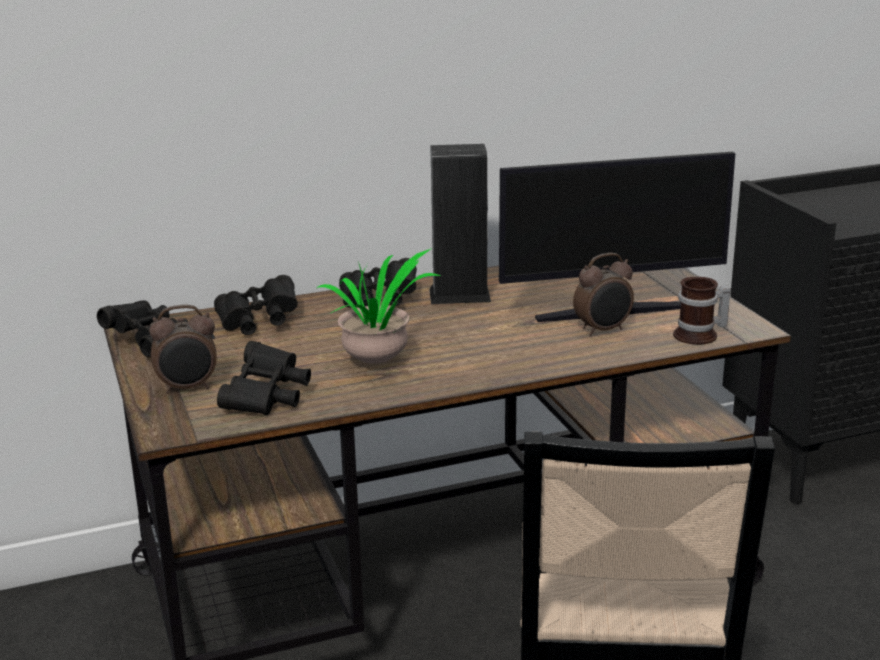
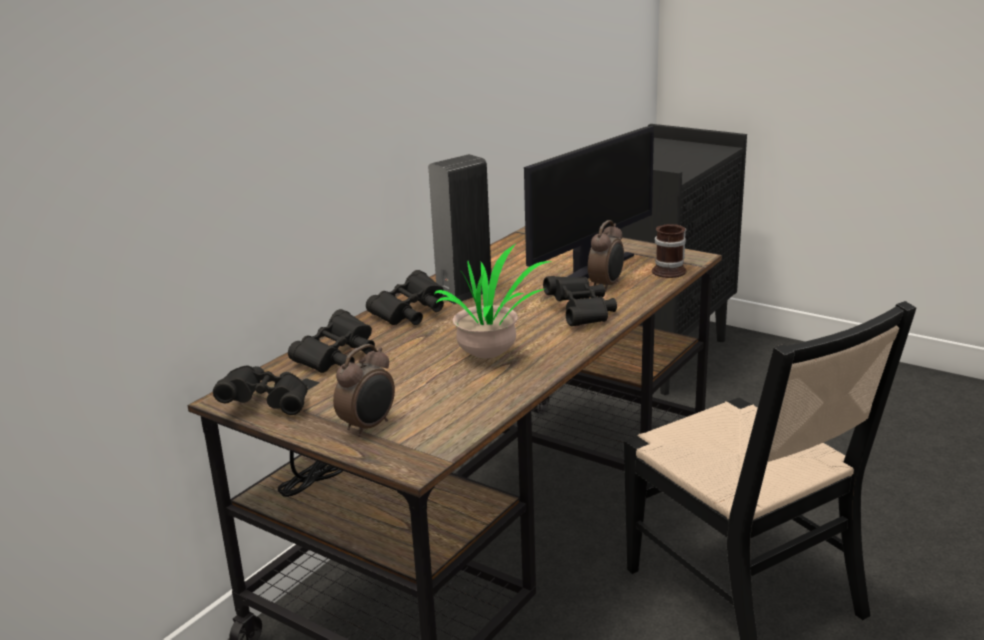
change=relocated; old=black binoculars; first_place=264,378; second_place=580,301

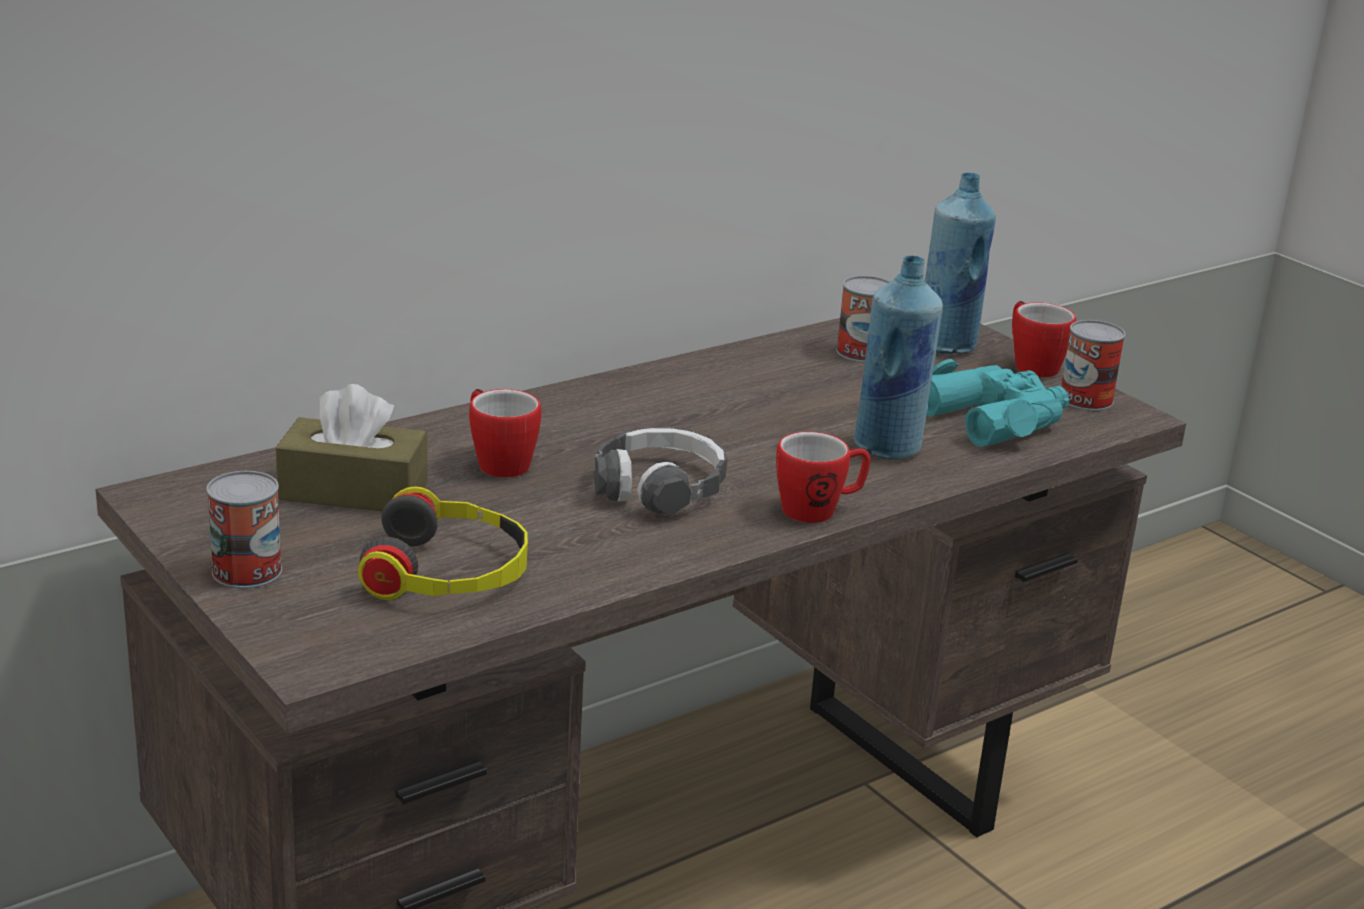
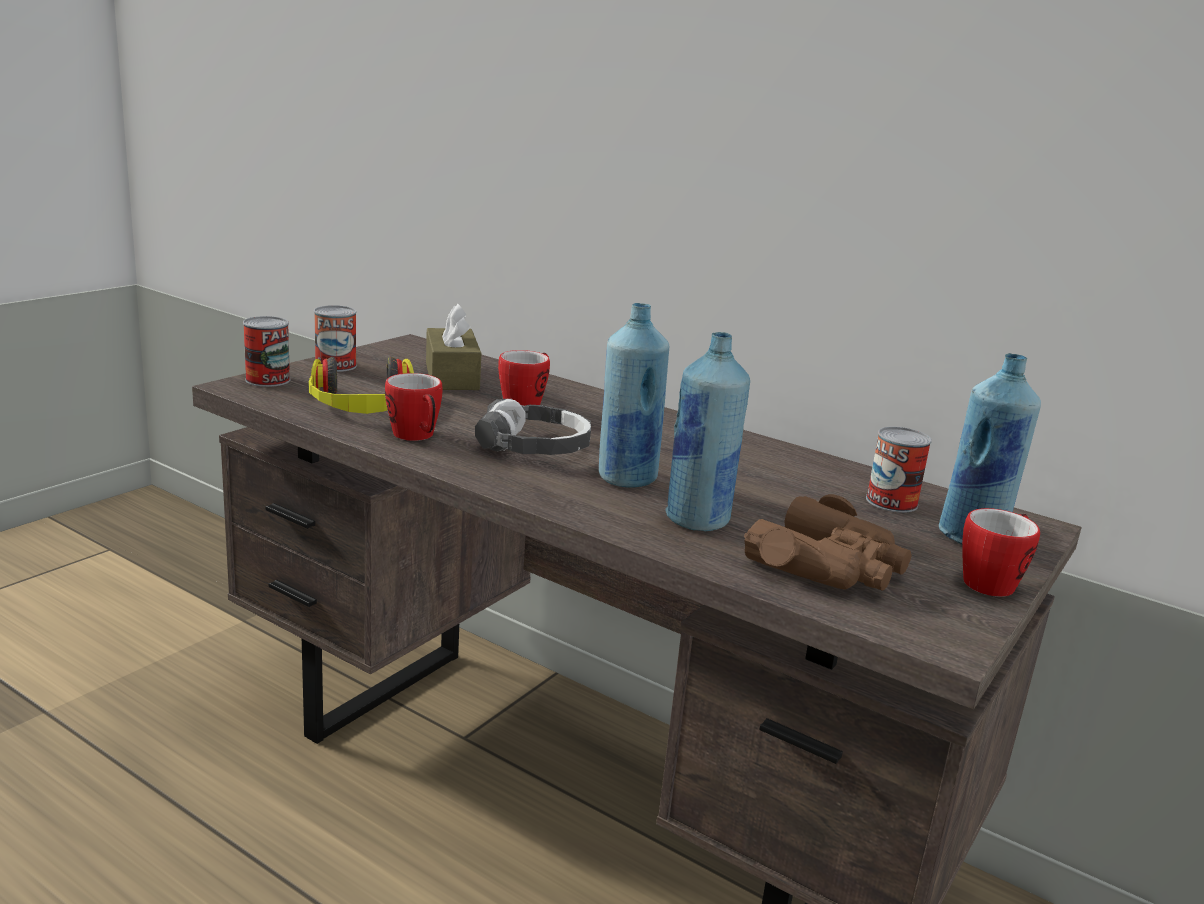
change=relocated; old=mug; first_place=823,477; second_place=413,407
change=colour; old=turquoise binoculars; new=brown binoculars; first_place=998,403; second_place=828,542
change=relocated; old=can; first_place=1093,365; second_place=266,351
change=appeared; new=blue bottle; second_place=634,395

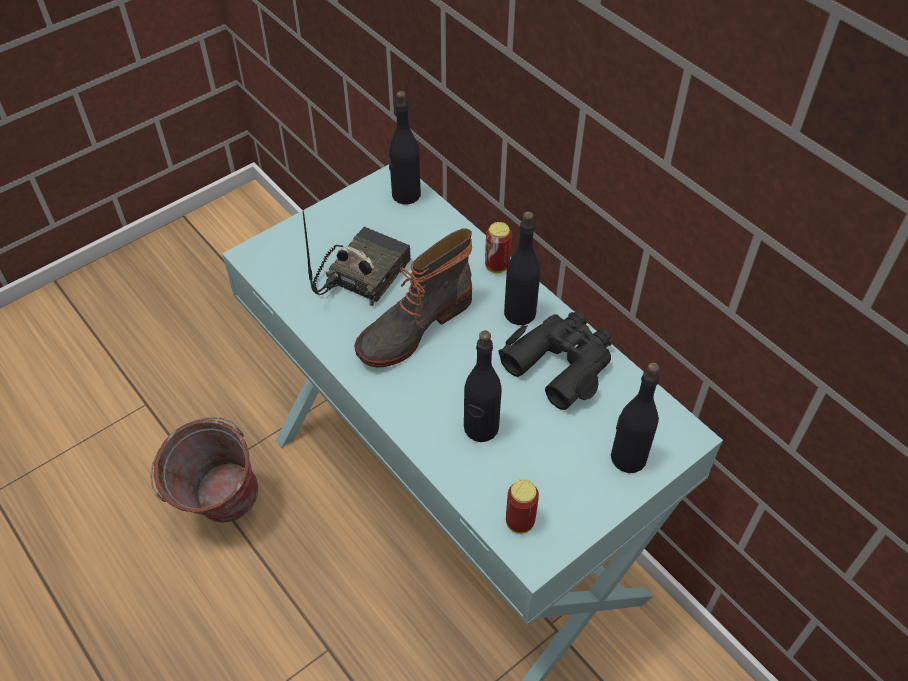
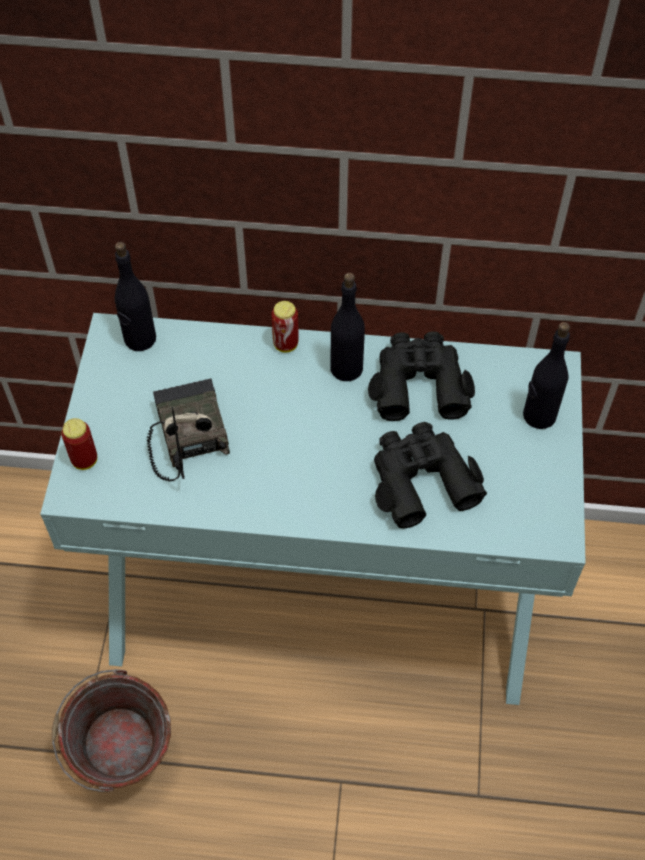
change=missing; old=boot; first_place=413,297
change=exchanged; old=black bottle; new=black binoculars; first_place=483,386; second_place=430,475
change=relocated; old=can; first_place=522,506; second_place=79,444

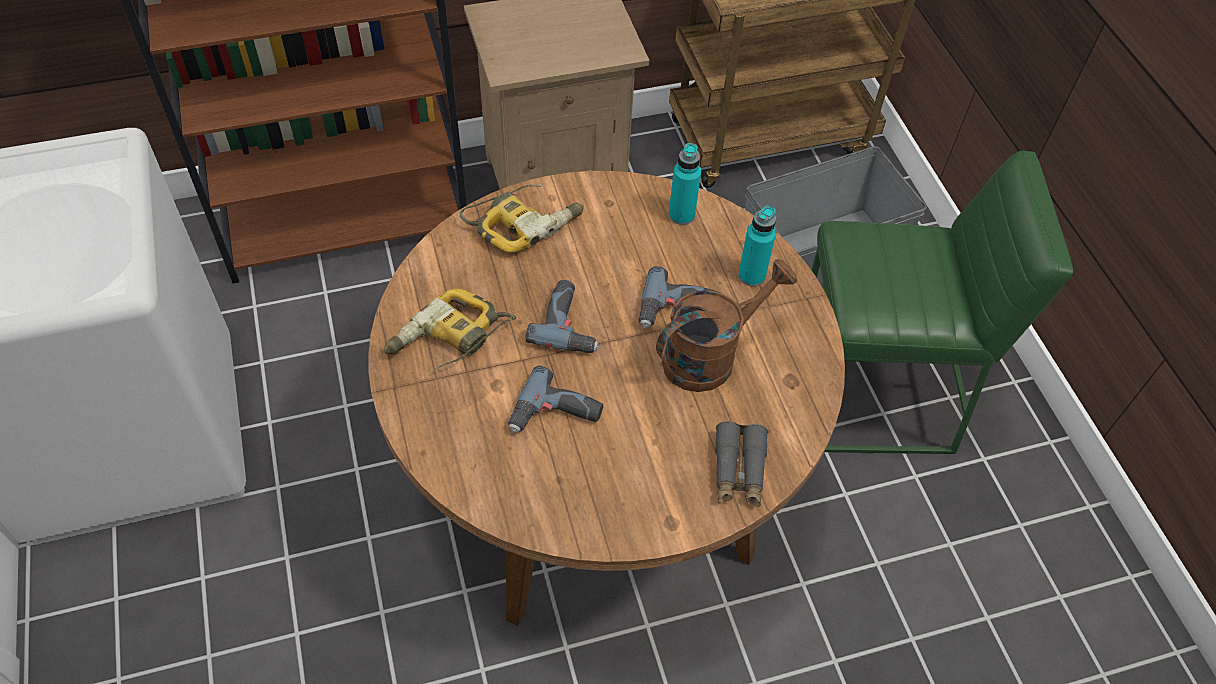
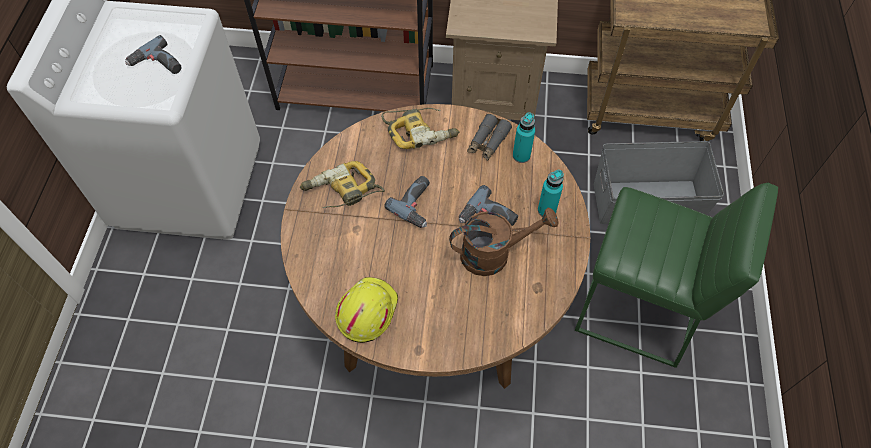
change=relocated; old=power drill; first_place=555,399; second_place=153,54
change=relocated; old=grey binoculars; first_place=741,464; second_place=489,137
change=appeared; new=yellow hard hat; second_place=366,310

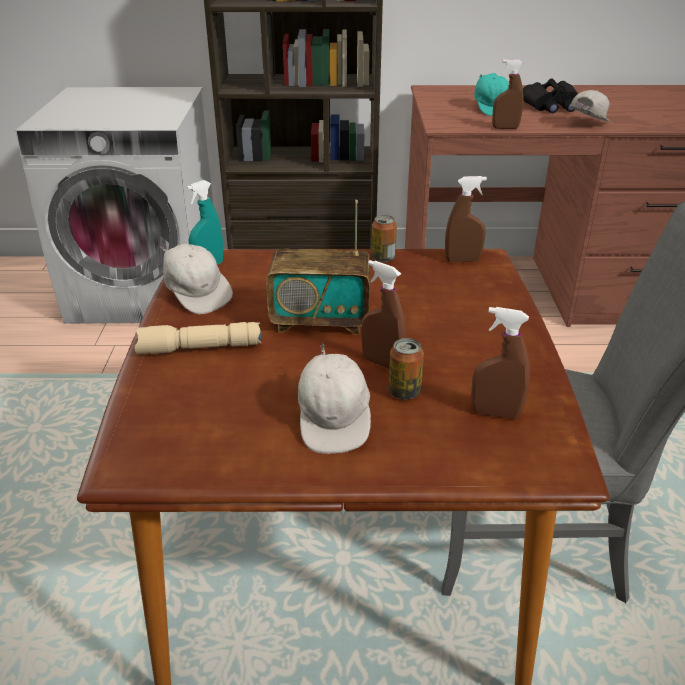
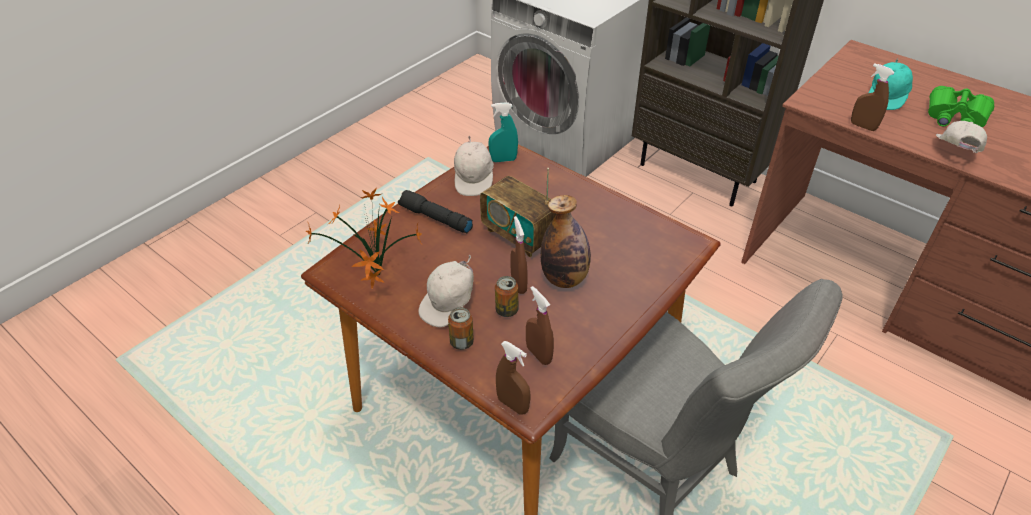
change=colour; old=beige flashlight; new=black flashlight; first_place=198,338; second_place=435,212
change=relocated; old=can; first_place=384,238; second_place=461,328
change=relocated; old=brown spray bottle; first_place=466,219; second_place=513,378
change=colour; old=black binoculars; new=green binoculars; first_place=550,96; second_place=961,106
change=spun; old=white cap; first_place=590,106; second_place=961,137; degrees=-60
change=appeared; new=potted plant; second_place=364,238
change=appeared; new=bottle; second_place=566,241

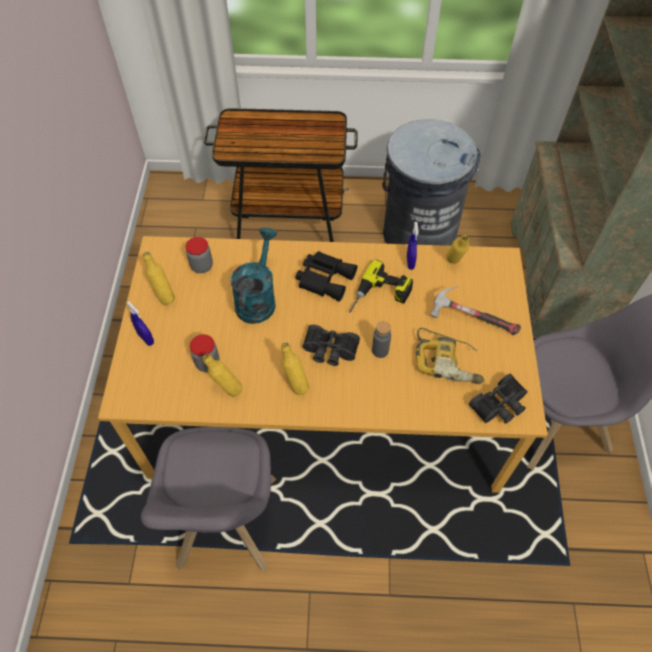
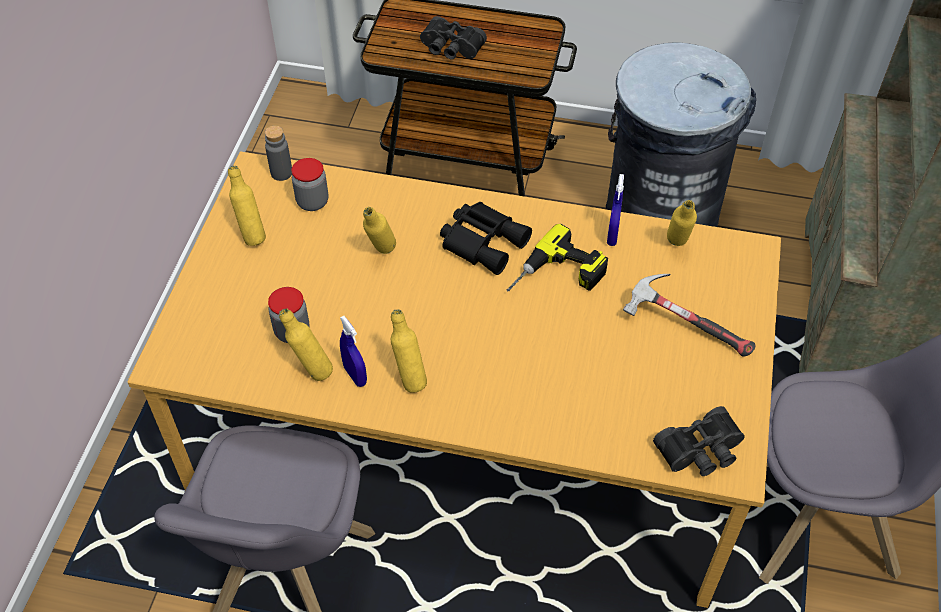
change=relocated; old=blue spray bottle; first_place=140,323; second_place=353,351
change=exchanged; old=turquoise watering can; new=yellow bottle; first_place=254,275; second_place=379,230
change=relocated; old=black binoculars; first_place=331,345; second_place=453,38
change=relocated; old=grey bottle; first_place=381,339; second_place=278,153
change=missing; old=power drill; first_place=450,356

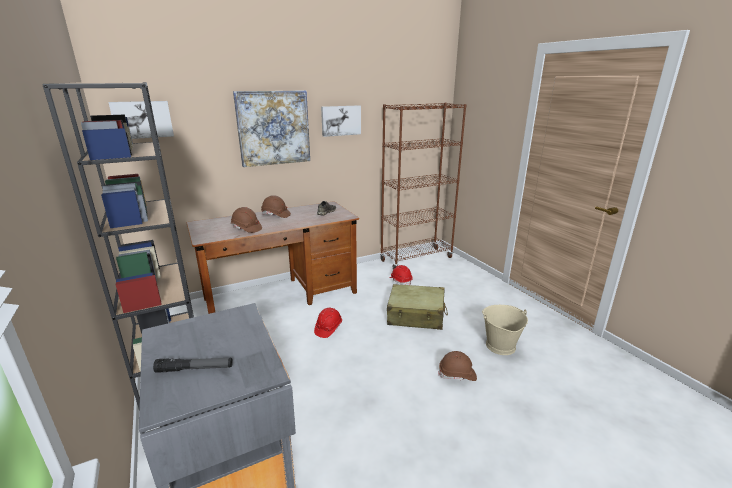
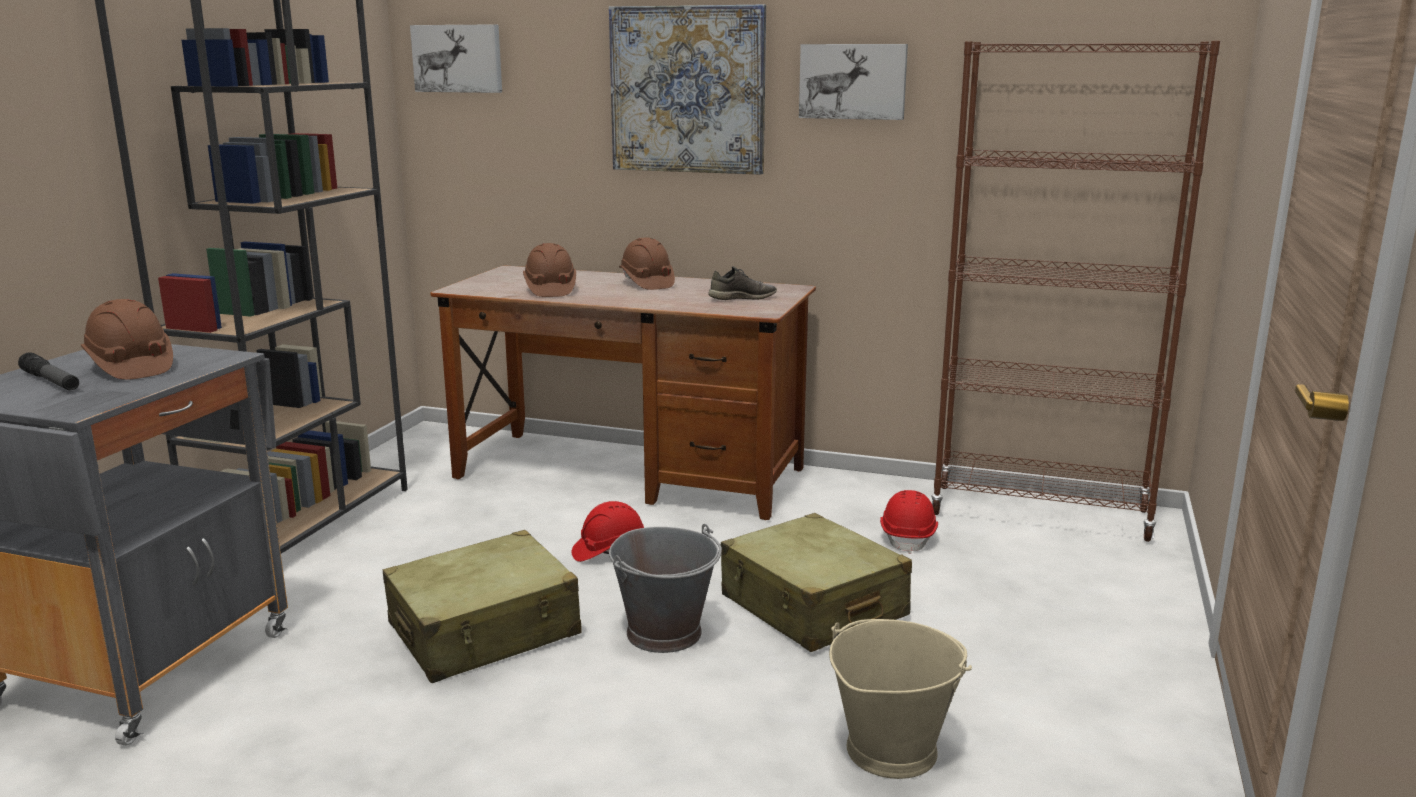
change=relocated; old=brown hard hat; first_place=457,366; second_place=127,339
change=appeared; new=beige suitcase; second_place=481,606
change=appeared; new=grey bucket; second_place=665,588

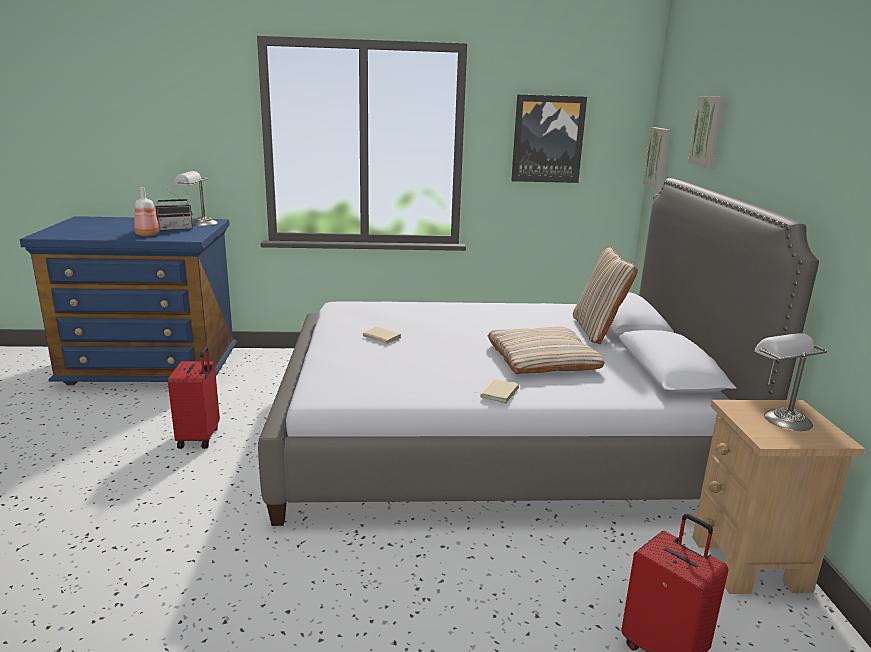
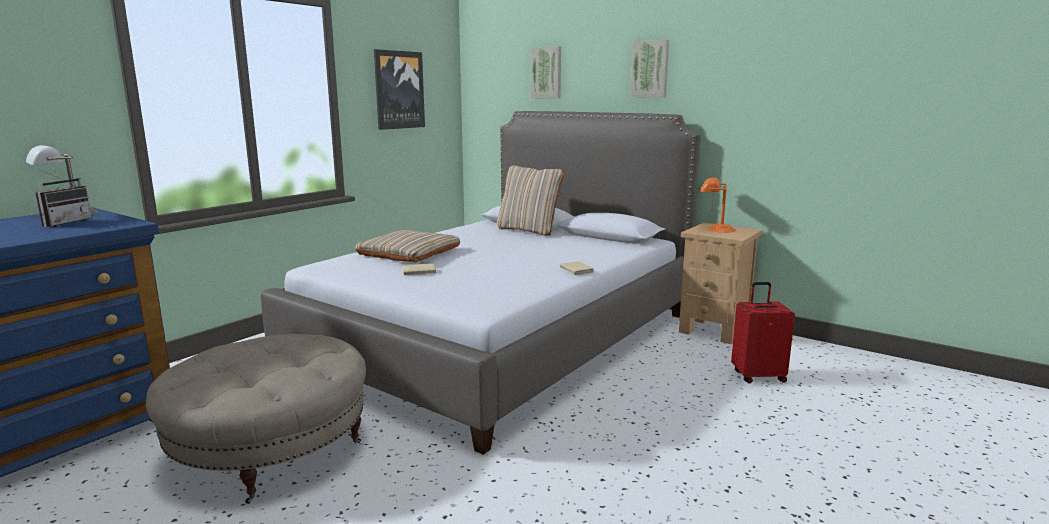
change=missing; old=bottle; first_place=147,211
change=exchanged; old=red suitcase; new=beige ottoman; first_place=194,397; second_place=256,419
change=relocated; old=beige pillow; first_place=546,350; second_place=407,246
change=relocated; old=picture; first_place=656,158; second_place=649,69
change=colour; old=white table lamp; new=orange table lamp; first_place=790,382; second_place=718,205

